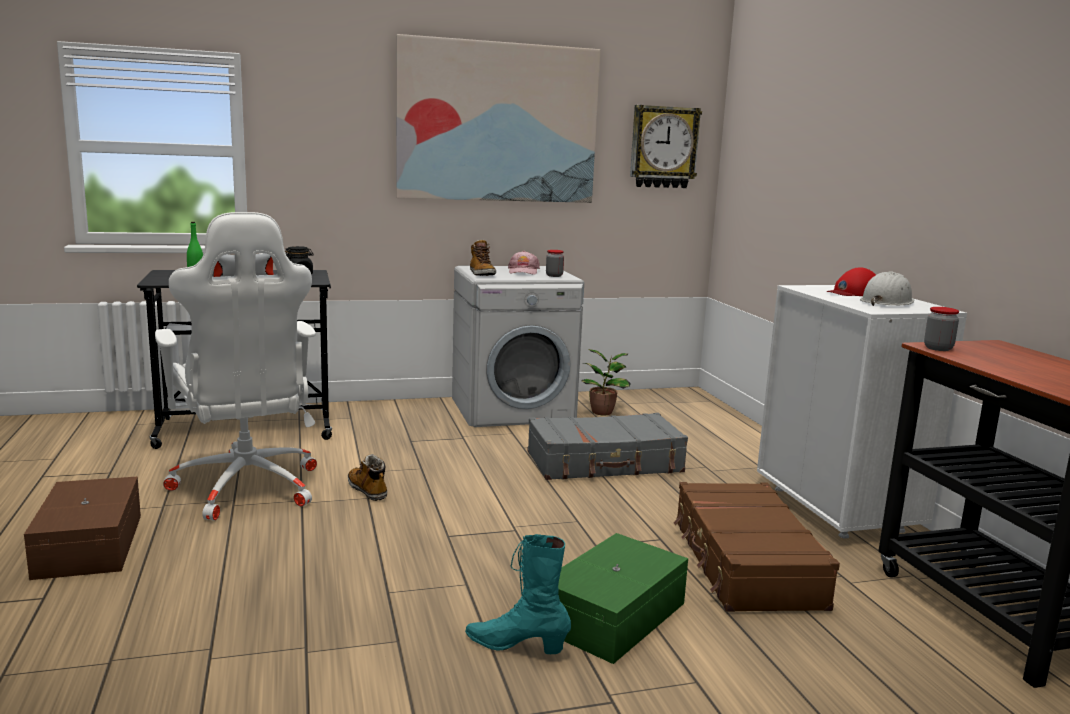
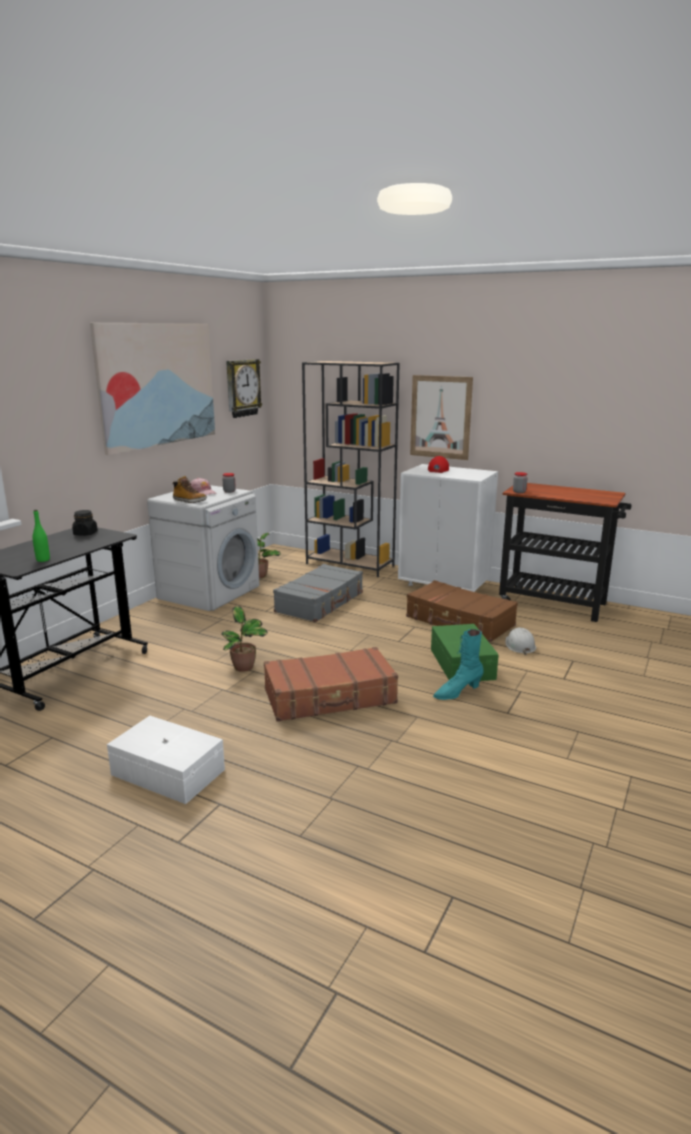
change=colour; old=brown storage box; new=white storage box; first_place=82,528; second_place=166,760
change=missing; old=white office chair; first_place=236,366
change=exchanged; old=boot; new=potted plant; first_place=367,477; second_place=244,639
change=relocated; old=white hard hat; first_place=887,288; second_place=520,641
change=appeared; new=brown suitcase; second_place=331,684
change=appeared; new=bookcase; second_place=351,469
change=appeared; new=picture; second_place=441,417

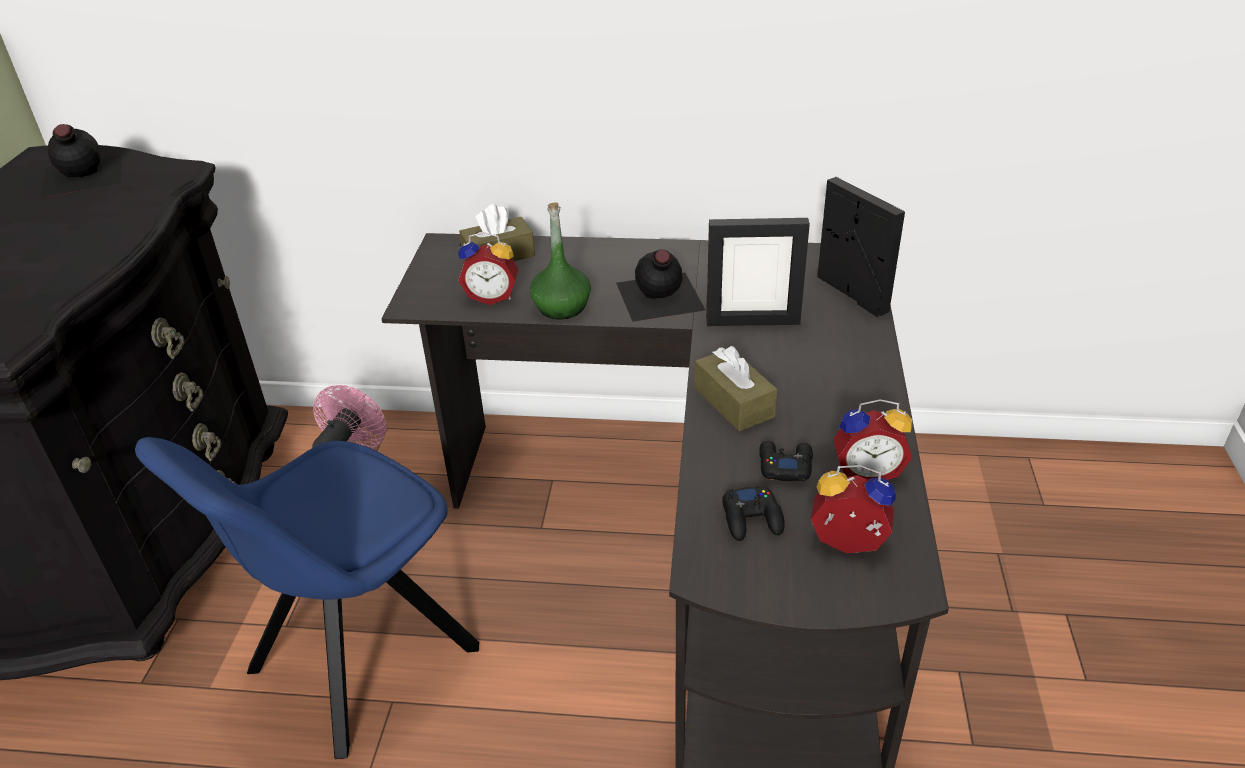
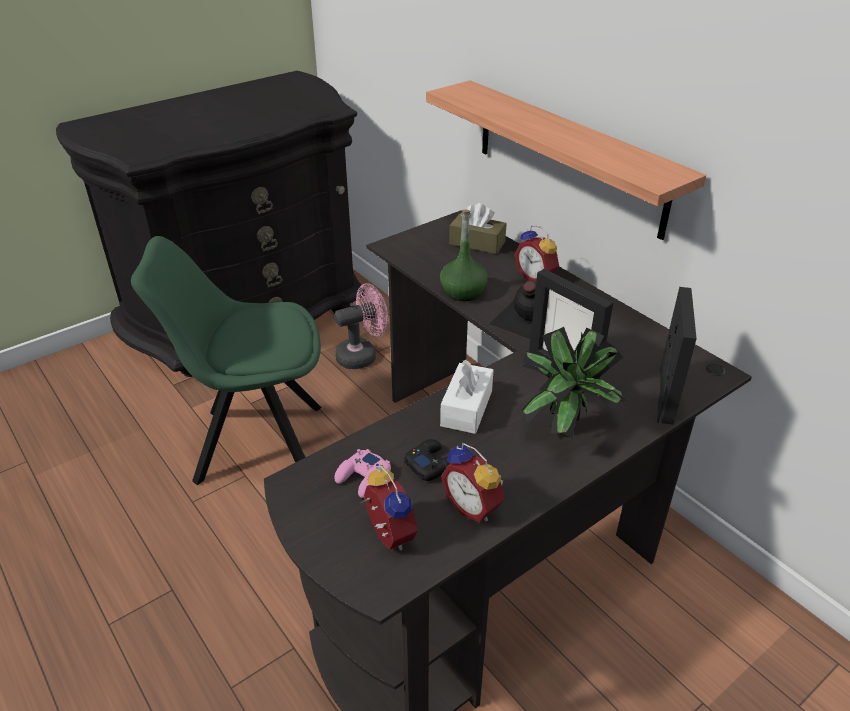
change=missing; old=black bottle; first_place=81,161
change=colour; old=blue chair; new=green chair; first_place=307,598; second_place=226,360
change=relocated; old=alarm clock; first_place=488,268; second_place=536,253
change=colour; old=brown tissue box; new=white tissue box; first_place=736,388; second_place=466,397
change=colour; old=black game controller; new=pink game controller; first_place=754,513; second_place=362,473
change=appeared; new=shelf; second_place=566,160
change=appeared; new=potted plant; second_place=574,382

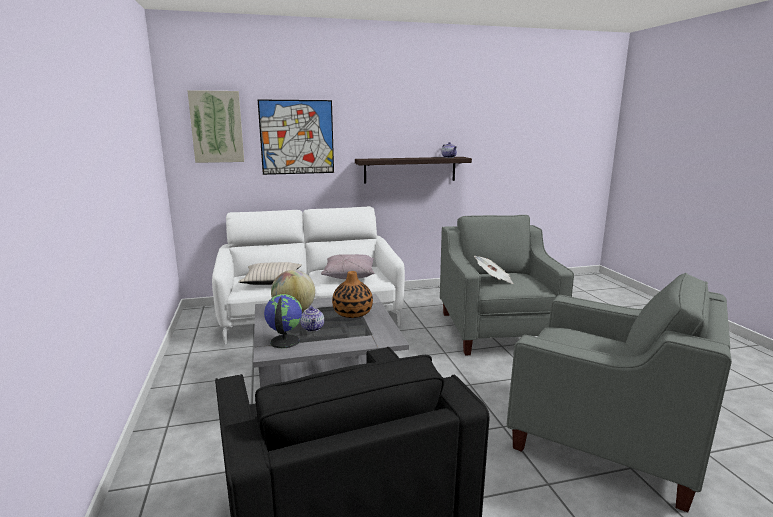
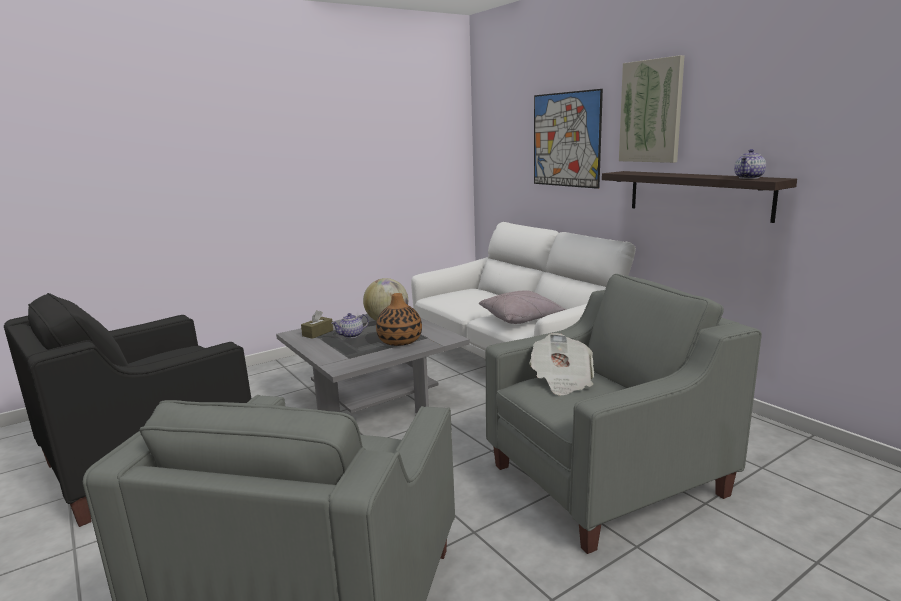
change=relocated; old=picture; first_place=215,126; second_place=652,109
change=missing; old=beige pillow; first_place=270,273
change=exchanged; old=globe; new=brown tissue box; first_place=283,321; second_place=317,324

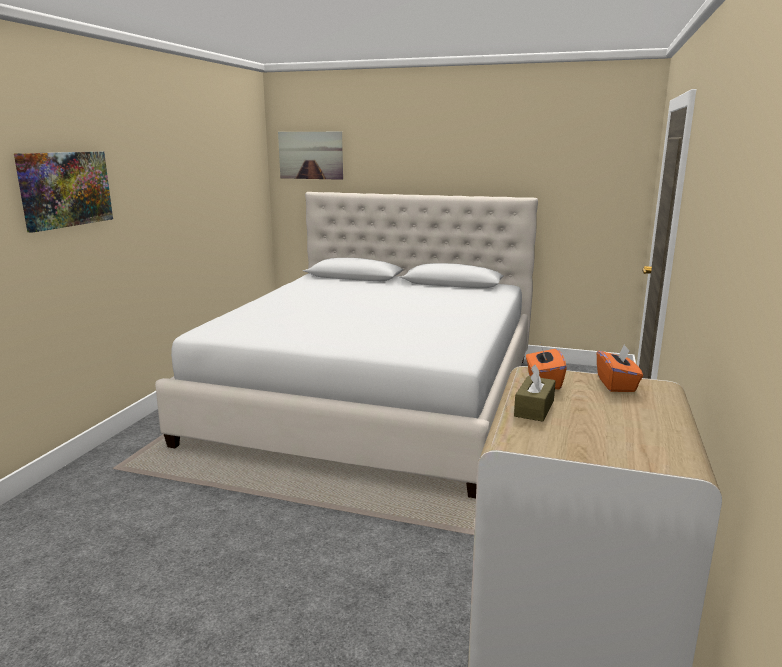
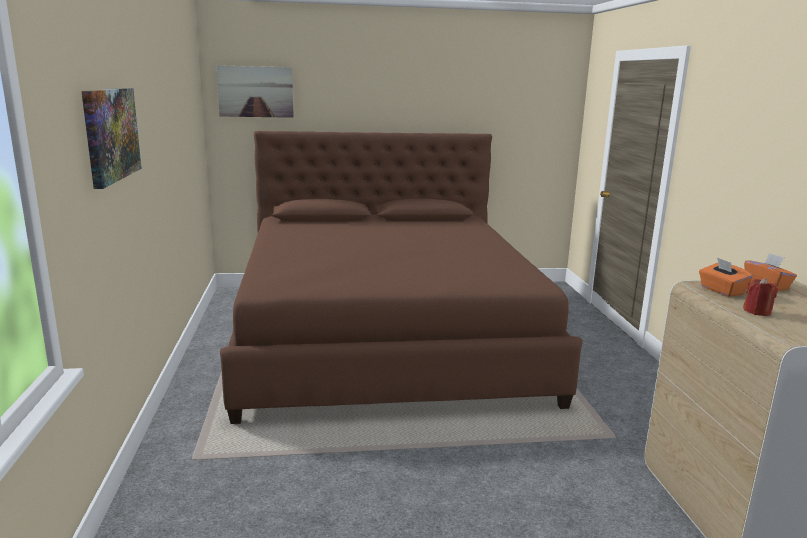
change=colour; old=white bed; new=brown bed; first_place=346,345; second_place=401,277
change=exchanged; old=brown tissue box; new=red candle; first_place=535,393; second_place=760,297

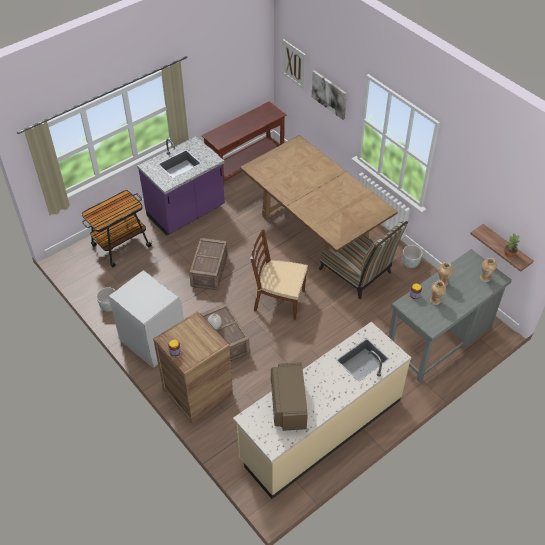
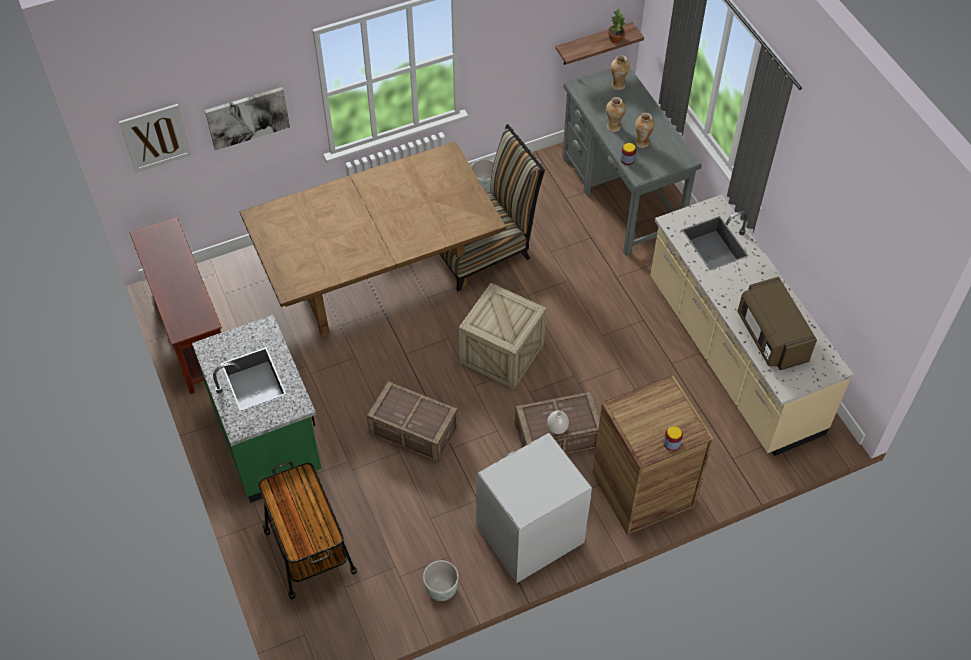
change=colour; old=purple counter; new=green counter; first_place=181,185; second_place=256,409
change=exchanged; old=brown chair; new=crate; first_place=279,274; second_place=502,336
change=spun; old=brown microwave; first_place=289,396; second_place=777,323; degrees=60

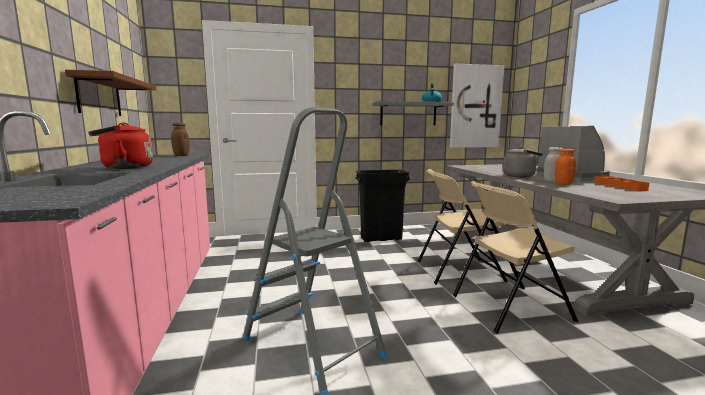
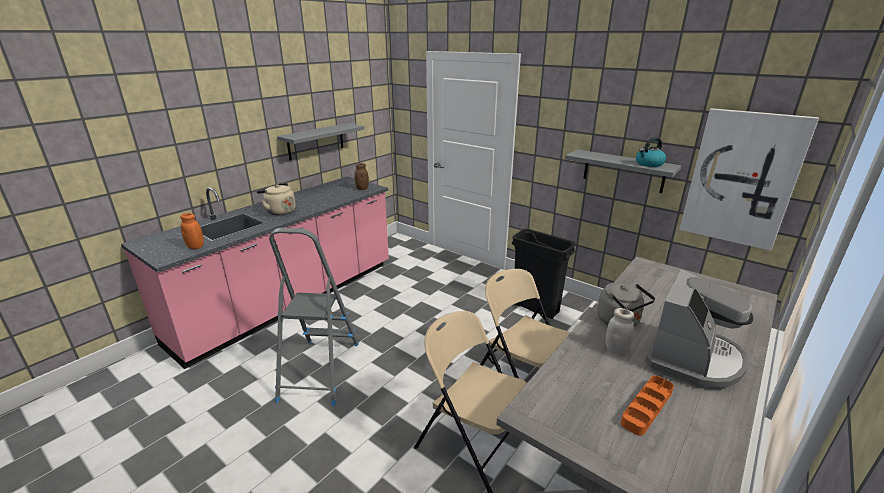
change=colour; old=brown shelf; new=grey shelf; first_place=110,93; second_place=320,142
change=colour; old=red kettle; new=beige kettle; first_place=120,145; second_place=276,199
change=relocated; old=orange jar; first_place=565,167; second_place=192,231

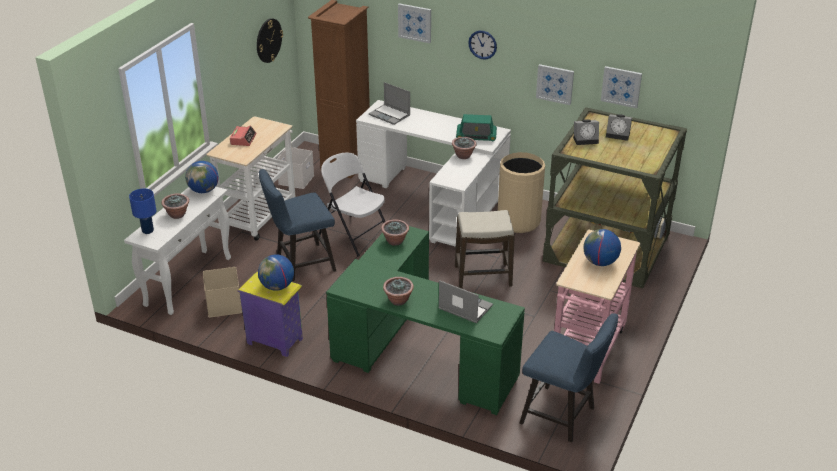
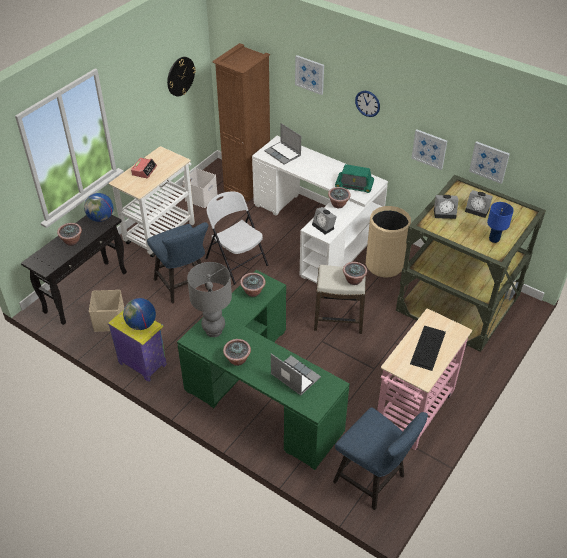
change=colour; old=white console table; new=black console table; first_place=177,251; second_place=74,270
change=relocated; old=blue table lamp; first_place=142,211; second_place=500,222
change=spun; old=blue chair; first_place=297,225; second_place=177,263; degrees=-105
change=exchanged; old=globe; new=keyboard; first_place=602,247; second_place=428,348
change=appeared; new=grey table lamp; second_place=209,299
change=appeared; new=alarm clock; second_place=324,221
change=appeared; new=potted plant; second_place=355,273

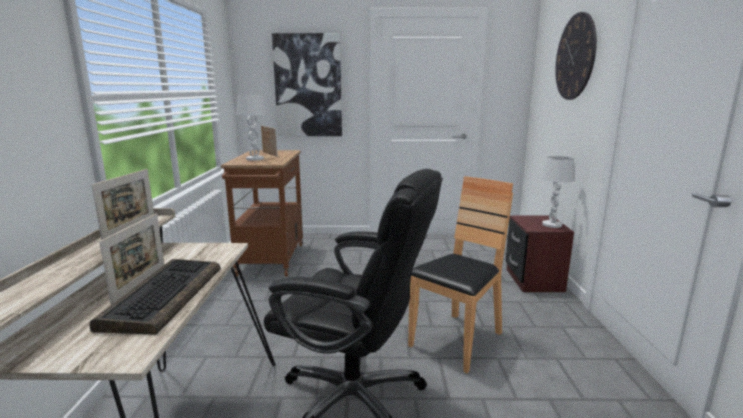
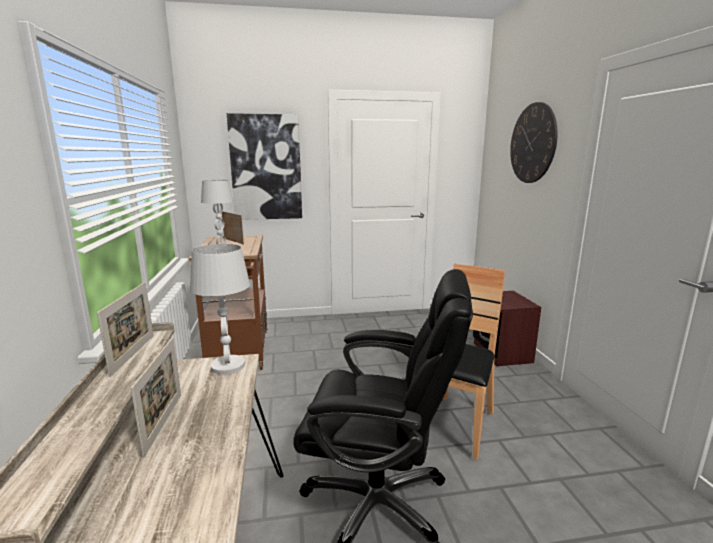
change=missing; old=keyboard; first_place=155,297
change=relocated; old=white table lamp; first_place=558,192; second_place=220,309

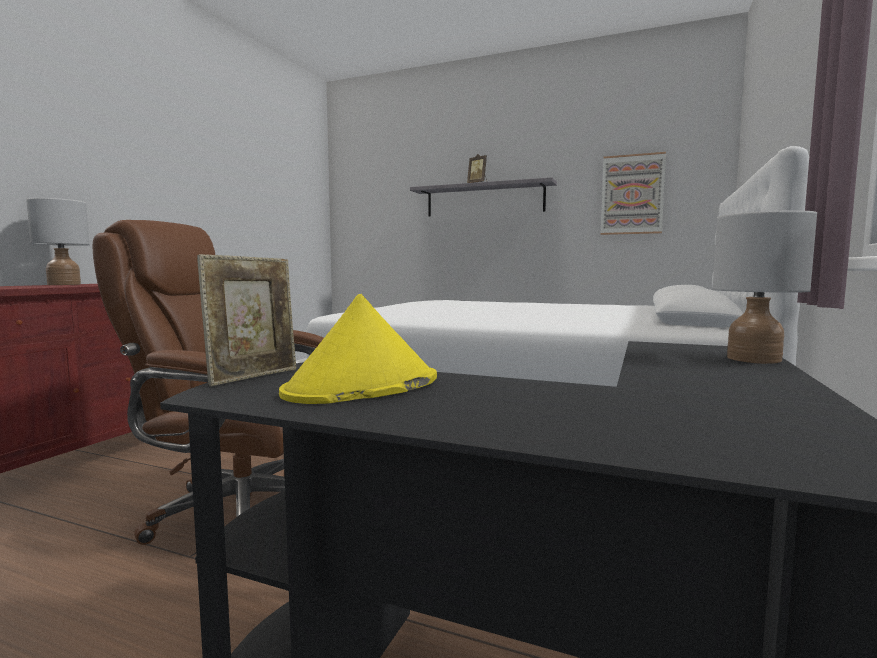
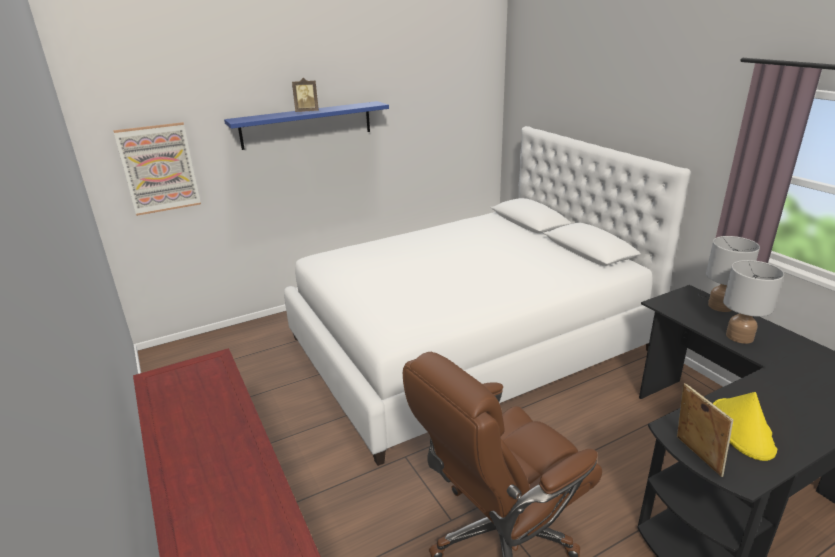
change=relocated; old=grey table lamp; first_place=58,241; second_place=753,302
change=colour; old=grey shelf; new=blue shelf; first_place=483,197; second_place=306,125
change=relocated; old=picture; first_place=633,193; second_place=157,169

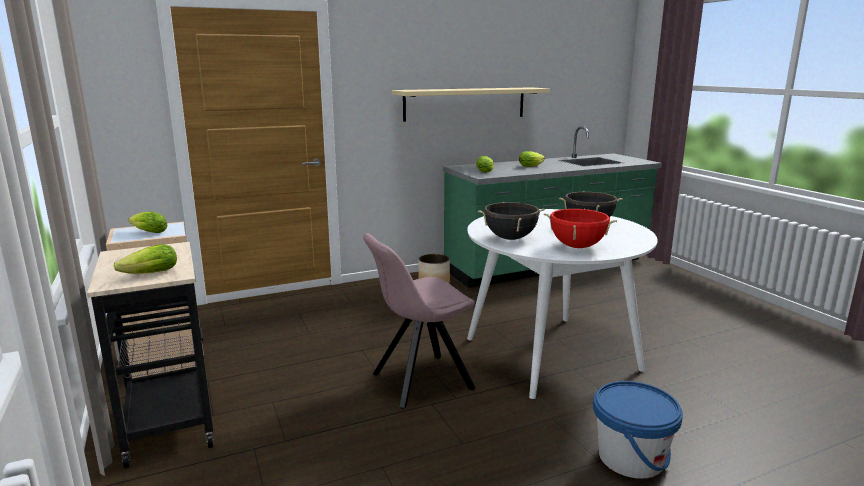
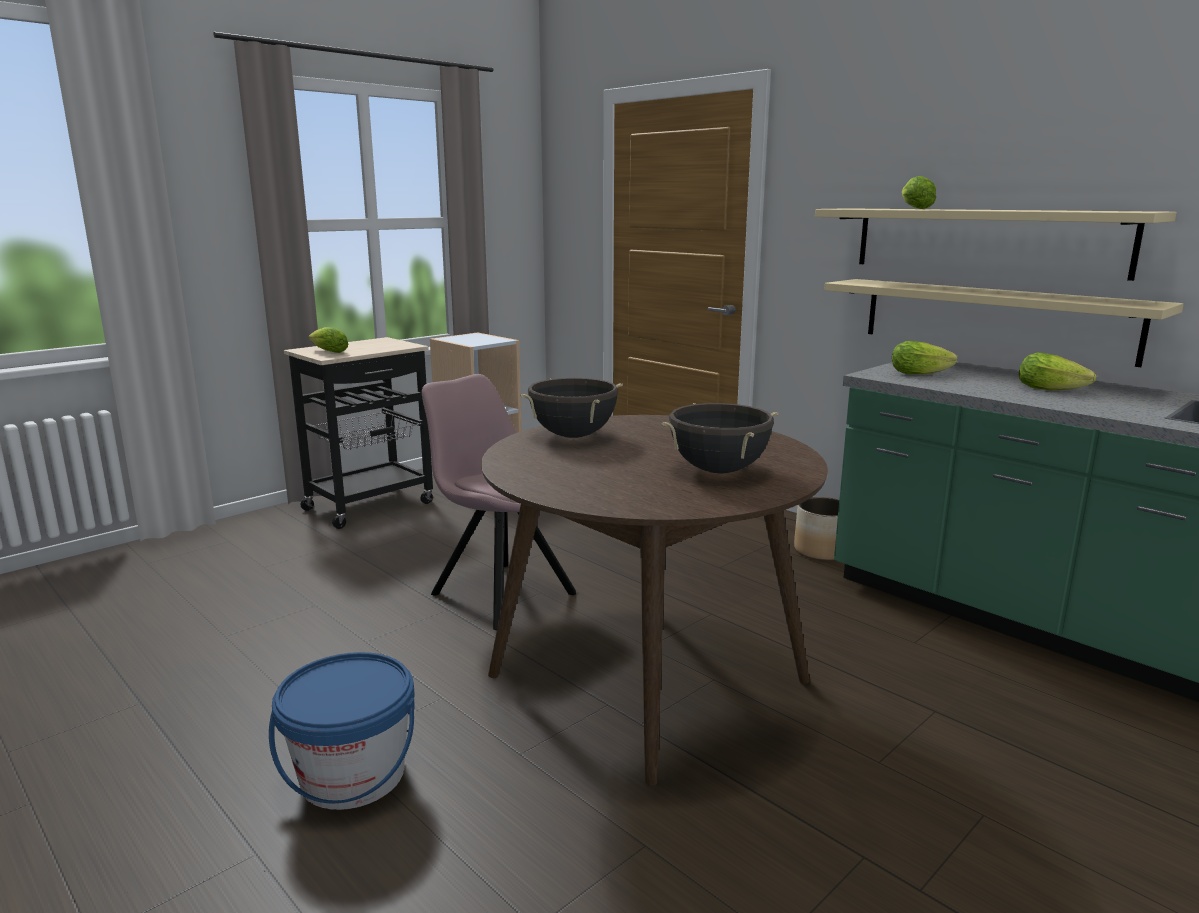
change=relocated; old=lettuce; first_place=148,222; second_place=919,192
change=colour; old=white dining table; new=brown dining table; first_place=562,304; second_place=654,600
change=missing; old=red cooking pot; first_place=581,228
change=appeared; new=beige shelf; second_place=1004,323

